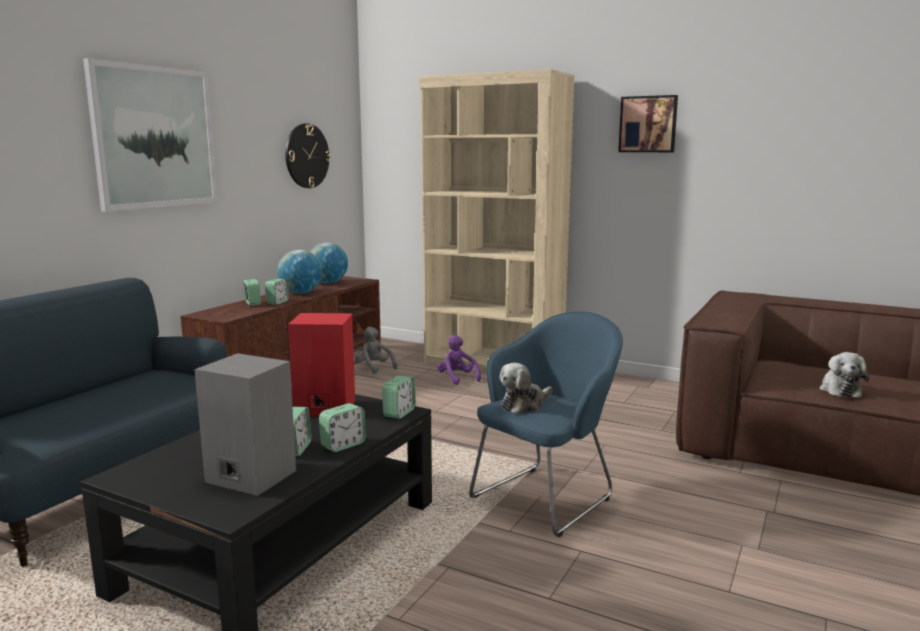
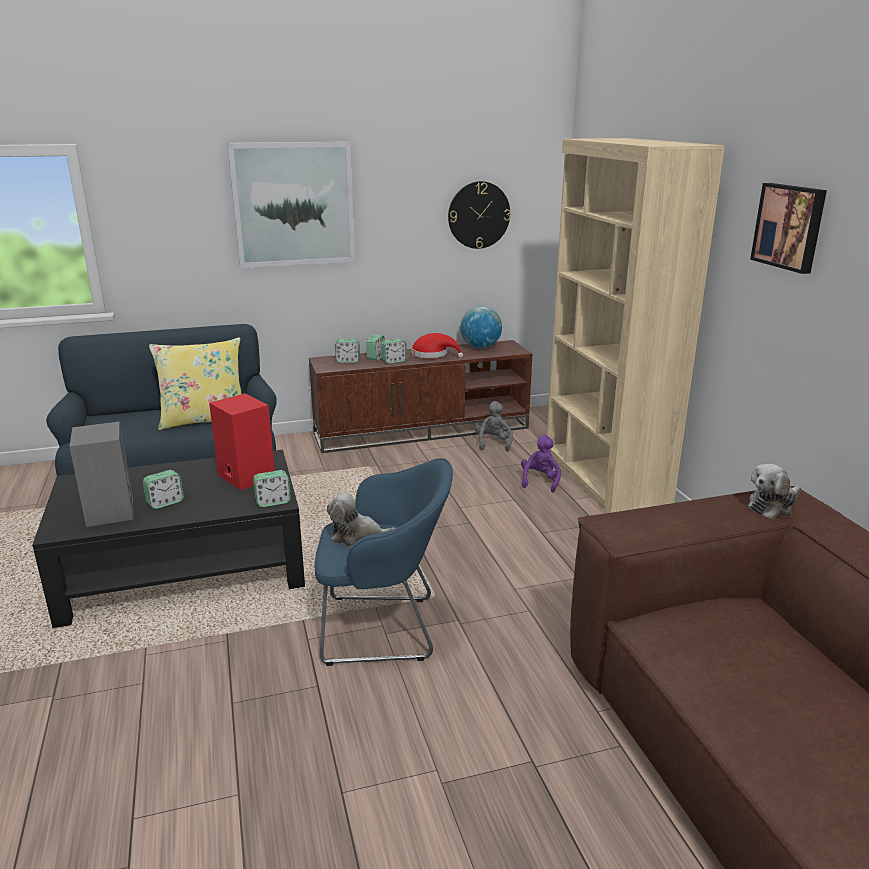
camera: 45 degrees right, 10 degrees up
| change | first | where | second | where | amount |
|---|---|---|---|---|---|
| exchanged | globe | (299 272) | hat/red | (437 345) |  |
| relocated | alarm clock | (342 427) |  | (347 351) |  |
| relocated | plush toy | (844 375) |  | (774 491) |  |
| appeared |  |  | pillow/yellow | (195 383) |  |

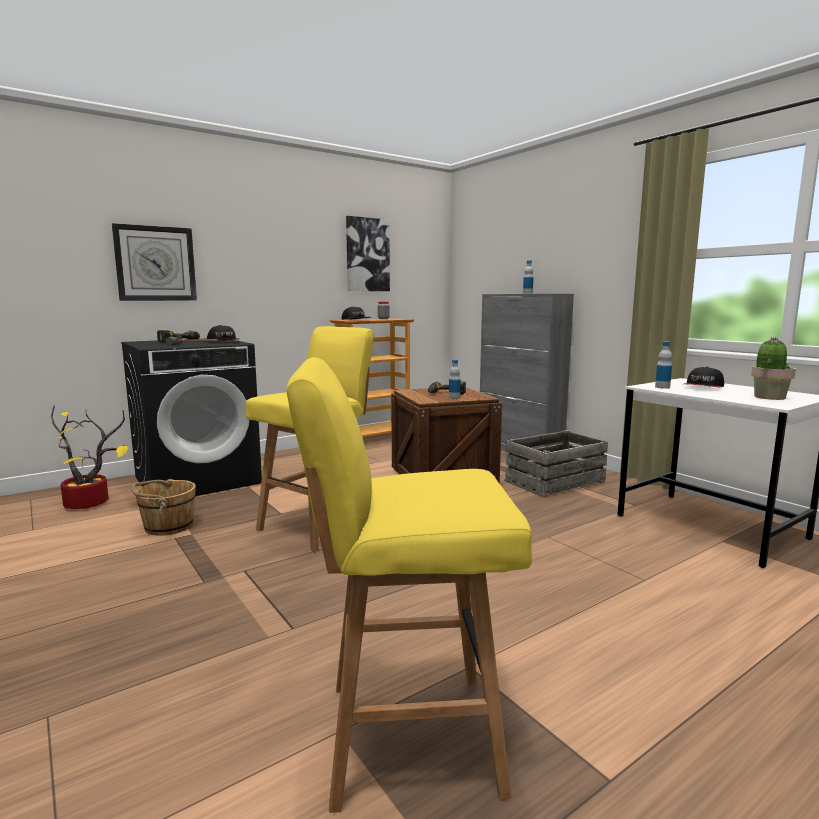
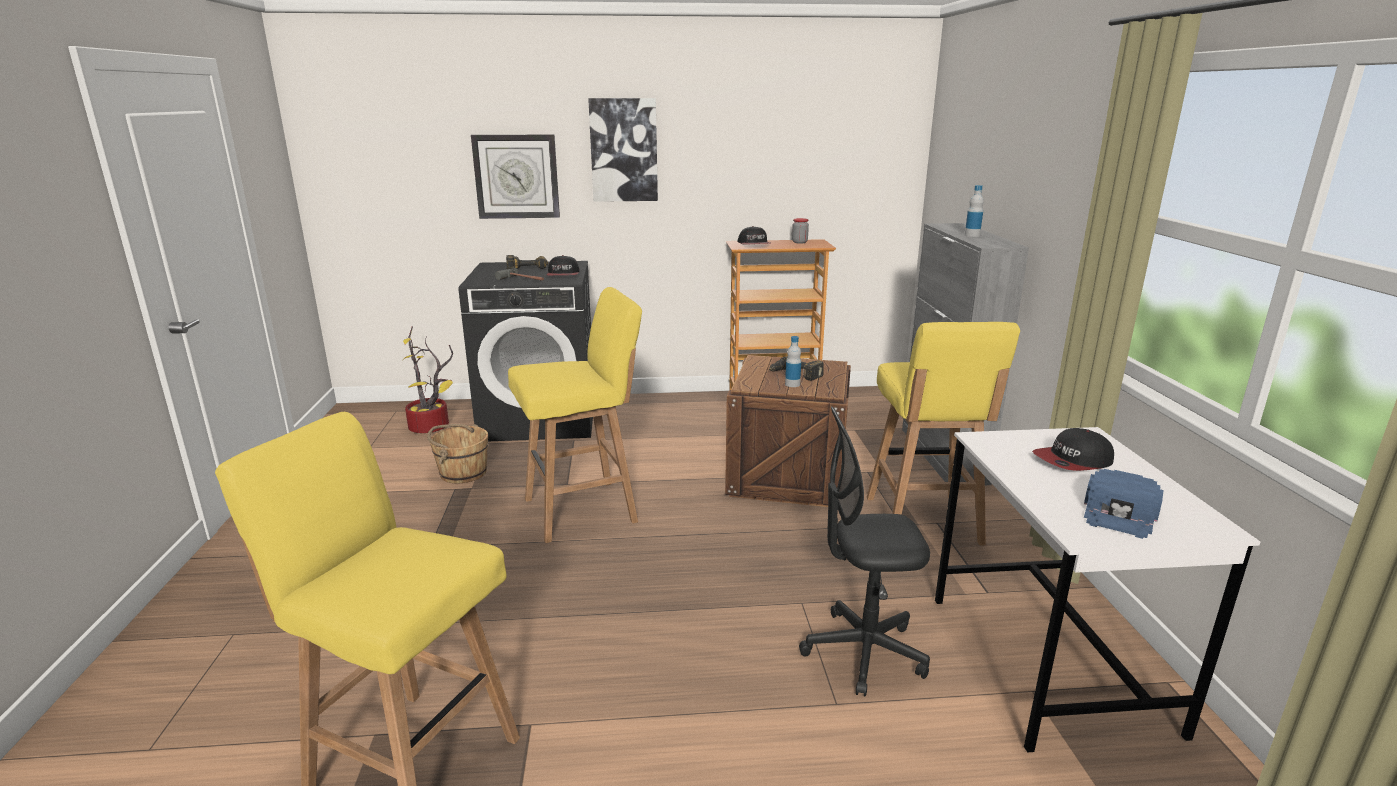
camera: 30 degrees right, 10 degrees up
| change | first | where | second | where | amount |
|---|---|---|---|---|---|
| relocated | picture | (368 253) |  | (623 150) |  |
| exchanged | crate | (556 464) | stool/yellow | (943 433) |  |
| missing | bottle | (663 365) |  |  |  |
| exchanged | potted plant | (773 368) | cap/blue | (1123 504) |  |
| appeared |  |  | office chair/black | (864 552) |  |

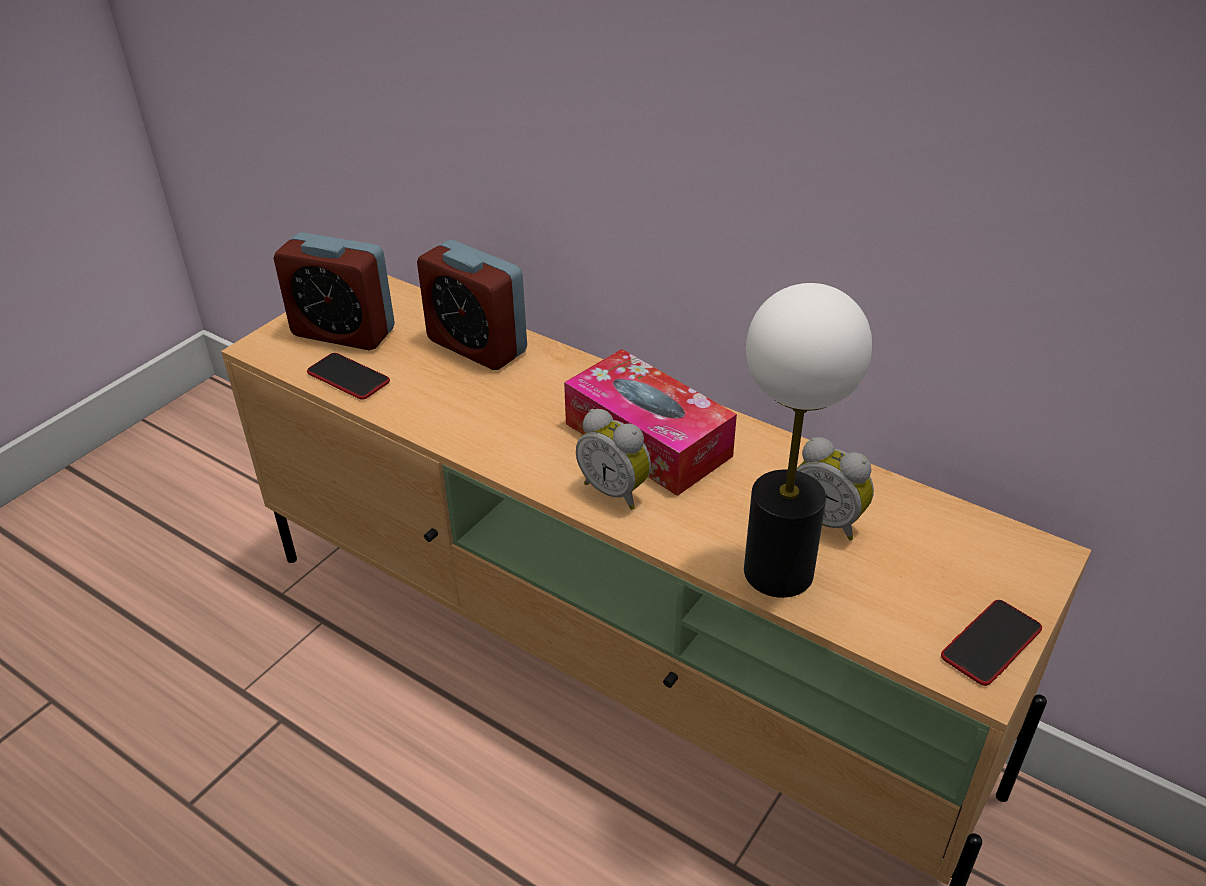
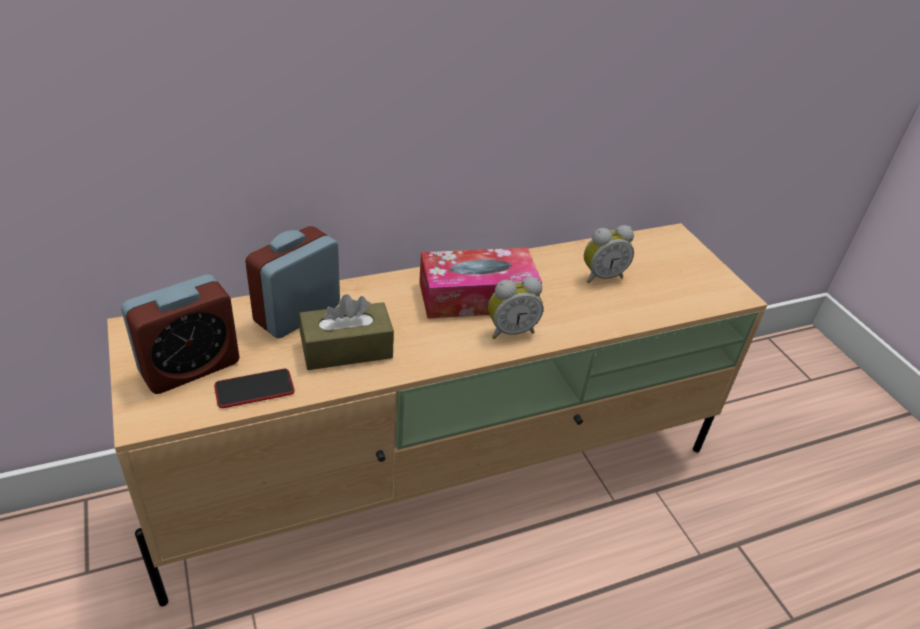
camera: 60 degrees left, 0 degrees up
| change | first | where | second | where | amount |
|---|---|---|---|---|---|
| spun | alarm clock | (472 305) |  | (292 282) | 150 degrees clockwise |
| missing | table lamp | (808 440) |  |  |  |
| missing | phone | (991 643) |  |  |  |
| appeared |  |  | tissue box/brown | (346 332) |  |

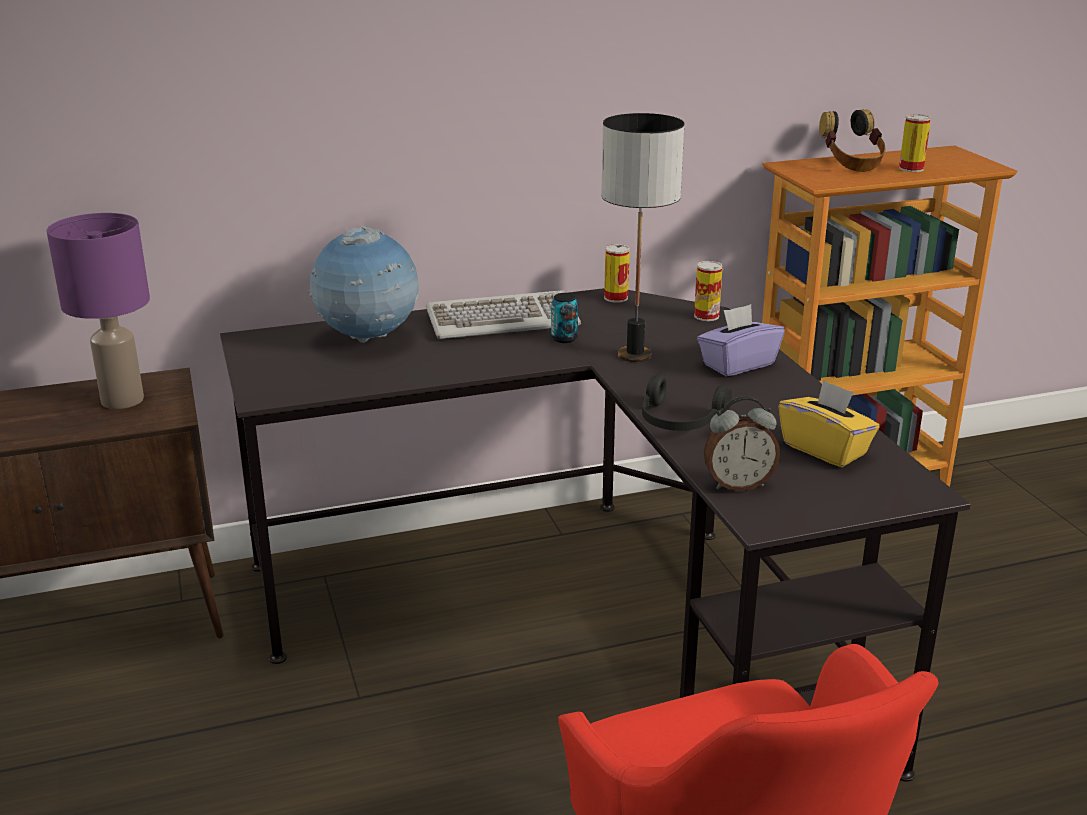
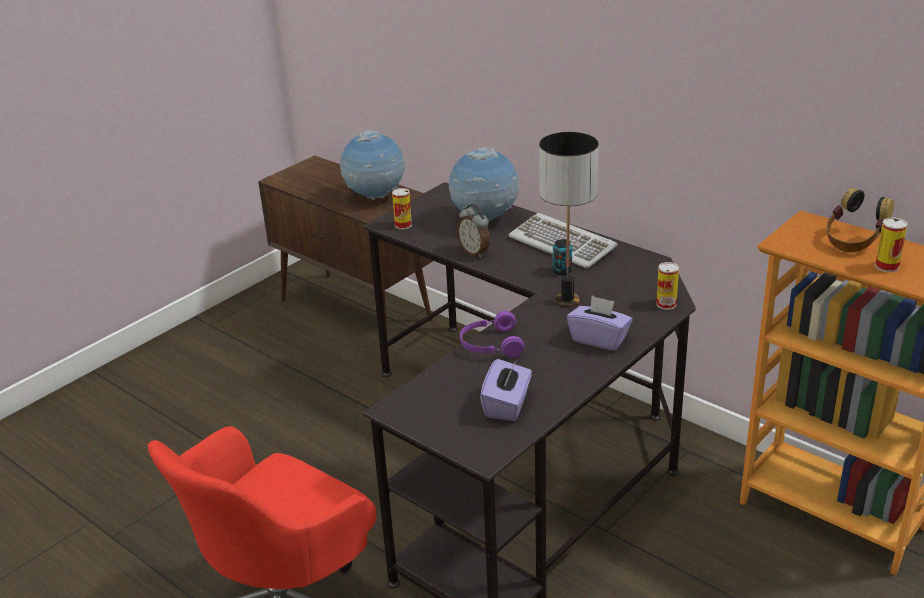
camera: 60 degrees right, 5 degrees up
| change | first | where | second | where | amount |
|---|---|---|---|---|---|
| exchanged | table lamp/purple | (98 311) | globe | (373 165) |  |
| relocated | can | (617 273) |  | (402 208) |  |
| colour | headphones/black | (687 402) | headphones/purple | (492 334) |  |
| relocated | alarm clock | (742 443) |  | (473 231) |  |
| colour | tissue box/yellow | (829 423) | tissue box/purple | (506 390) |  |

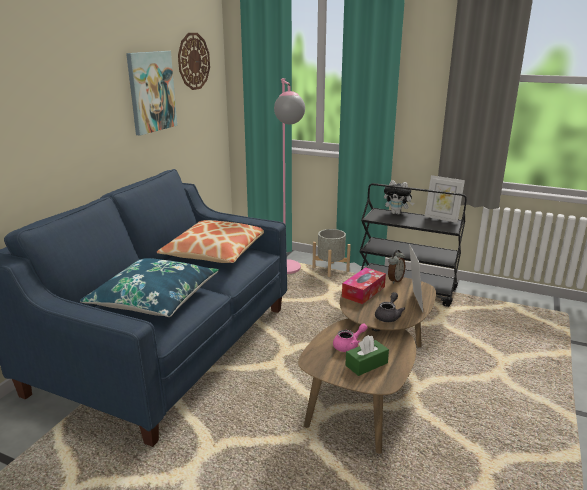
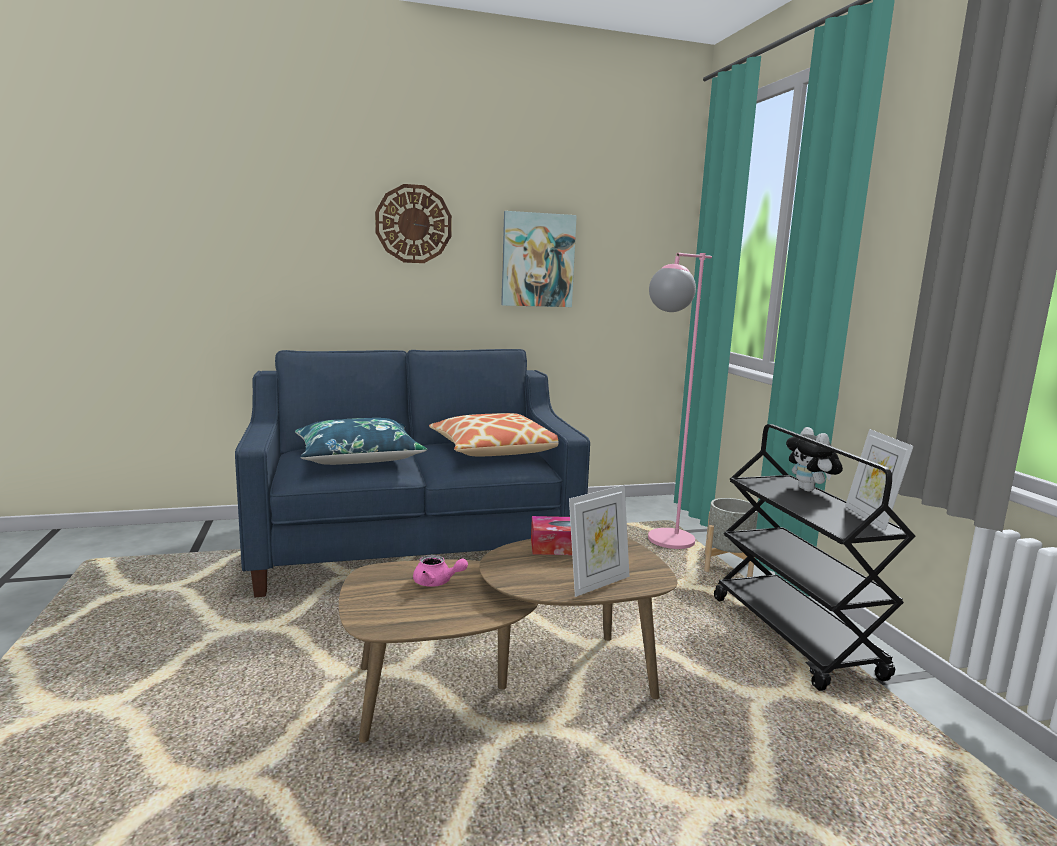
camera: 50 degrees right, 10 degrees down
| change | first | where | second | where | amount |
|---|---|---|---|---|---|
| relocated | wall clock | (194 61) |  | (413 223) |  |
| missing | tissue box/green | (367 355) |  |  |  |
| missing | teapot/grey | (390 307) |  |  |  |
| missing | alarm clock | (396 267) |  |  |  |

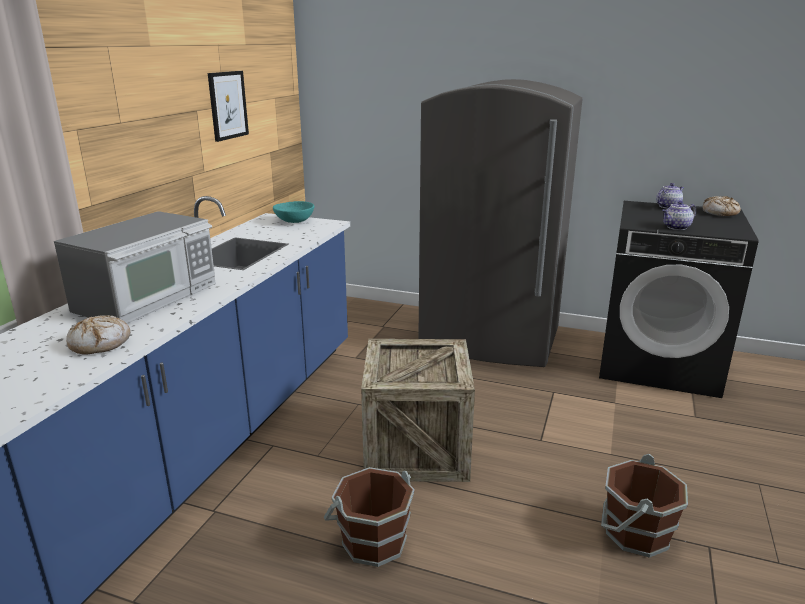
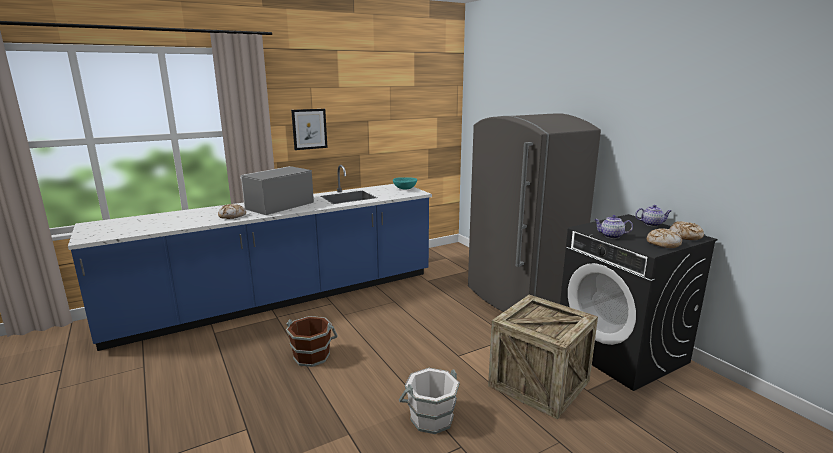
camera: 40 degrees right, 5 degrees down
| change | first | where | second | where | amount |
|---|---|---|---|---|---|
| spun | microwave | (135 267) |  | (277 190) | 150 degrees clockwise |
| relocated | picture | (228 106) |  | (309 129) |  |
| relocated | crate | (418 410) |  | (543 357) |  |
| colour | bucket/brown | (644 506) | bucket/white | (429 401) |  |
| appeared |  |  | bread | (664 238) |  |

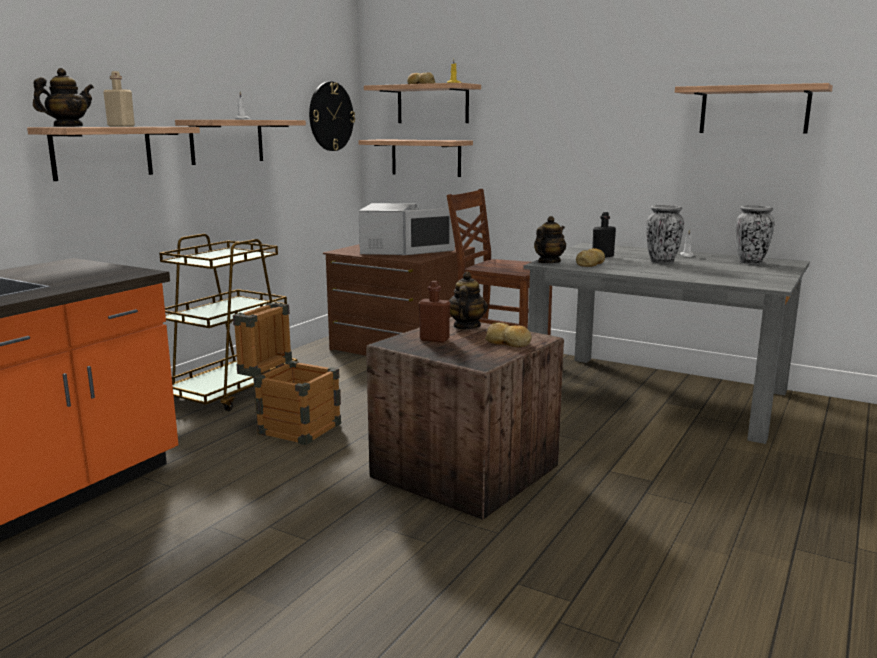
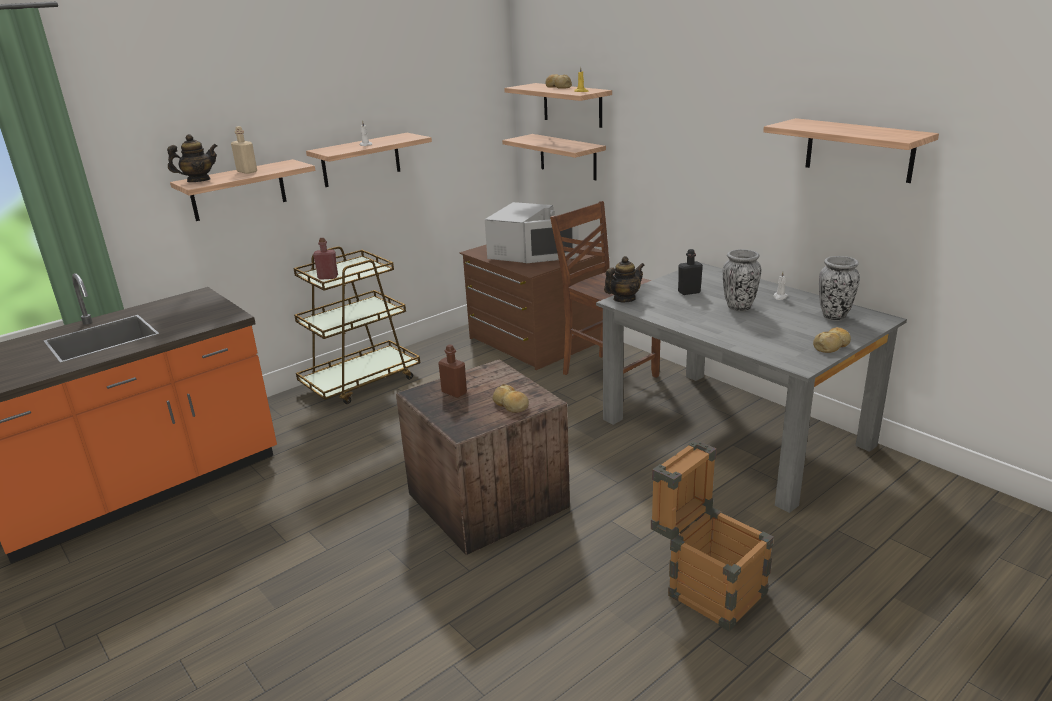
camera: 20 degrees right, 10 degrees up
| change | first | where | second | where | amount |
|---|---|---|---|---|---|
| relocated | crate | (287 373) |  | (712 535) |  |
| missing | wall clock | (332 116) |  |  |  |
| missing | teapot | (468 300) |  |  |  |
| relocated | bread | (590 257) |  | (832 340) |  |
| appeared |  |  | bottle/red | (325 259) |  |

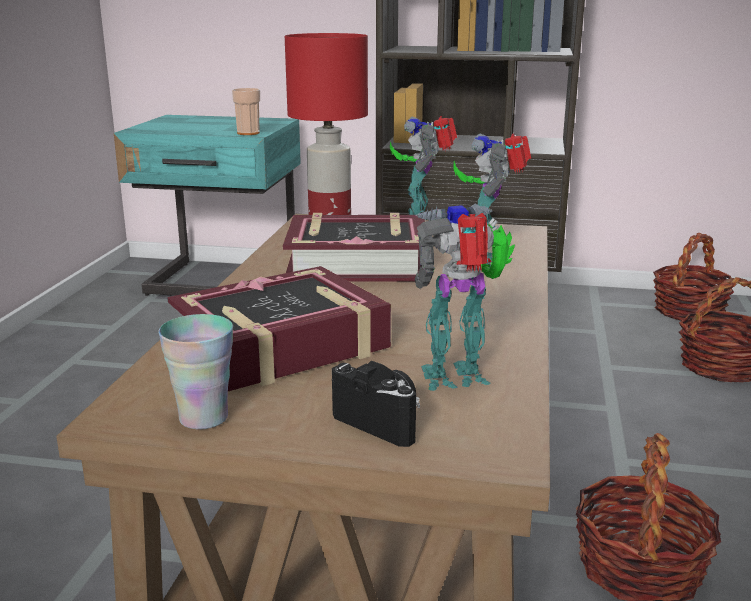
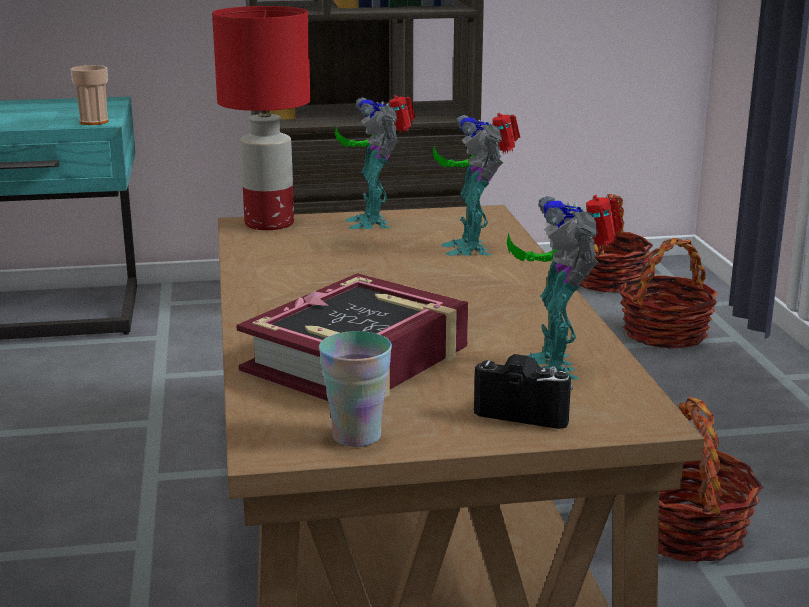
camera: 20 degrees left, 0 degrees up
| change | first | where | second | where | amount |
|---|---|---|---|---|---|
| missing | book | (354 247) |  |  |  |
| spun | toy robot | (465 297) |  | (565 287) | 60 degrees counterclockwise |

